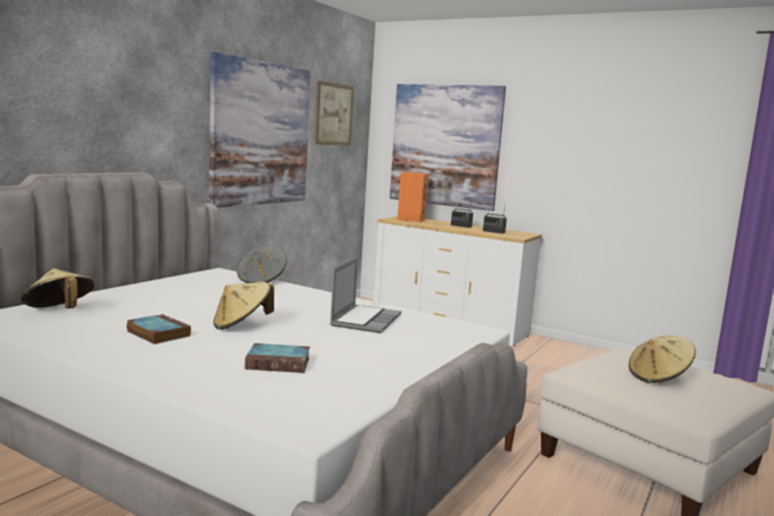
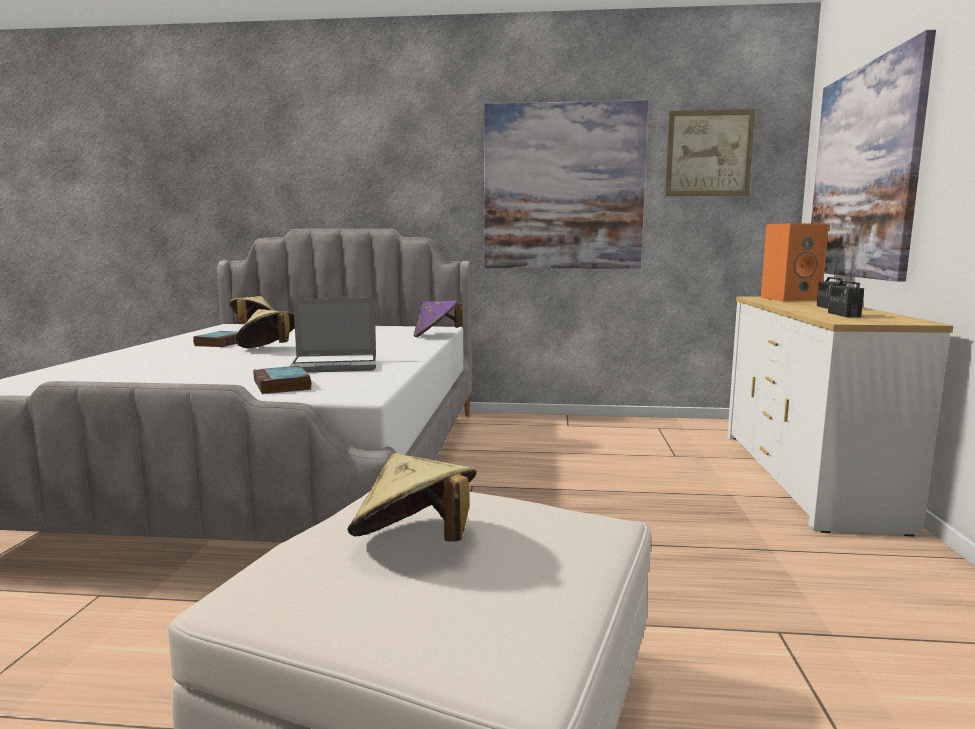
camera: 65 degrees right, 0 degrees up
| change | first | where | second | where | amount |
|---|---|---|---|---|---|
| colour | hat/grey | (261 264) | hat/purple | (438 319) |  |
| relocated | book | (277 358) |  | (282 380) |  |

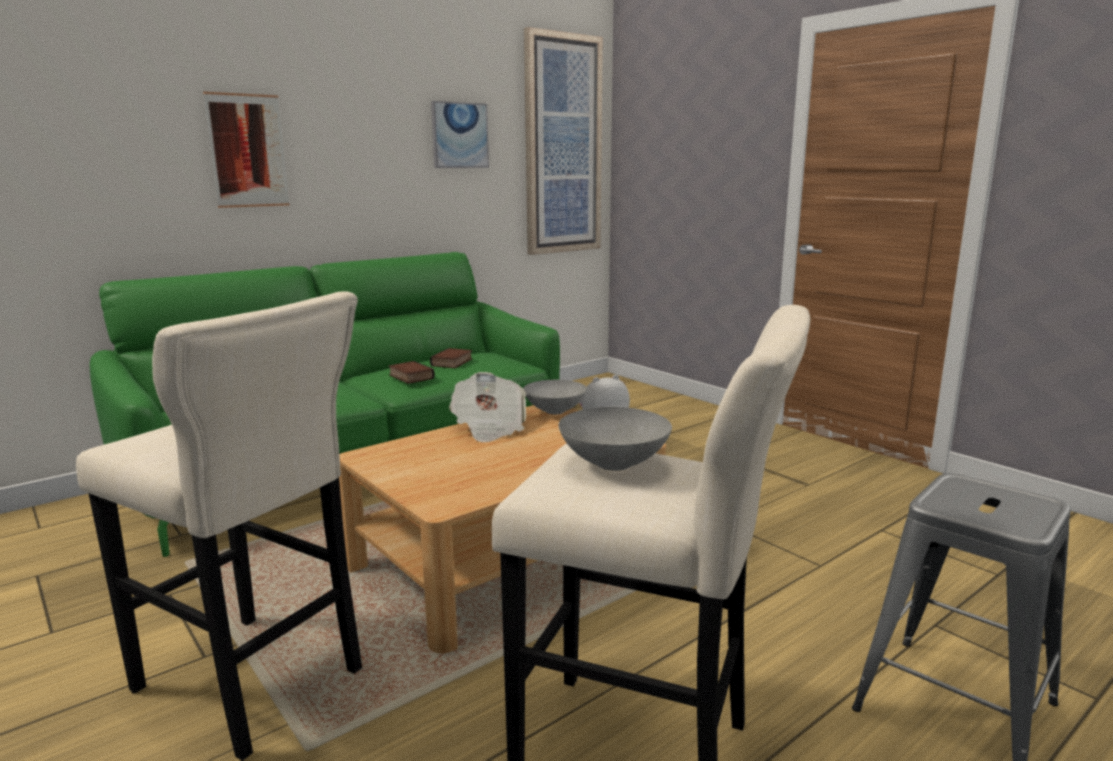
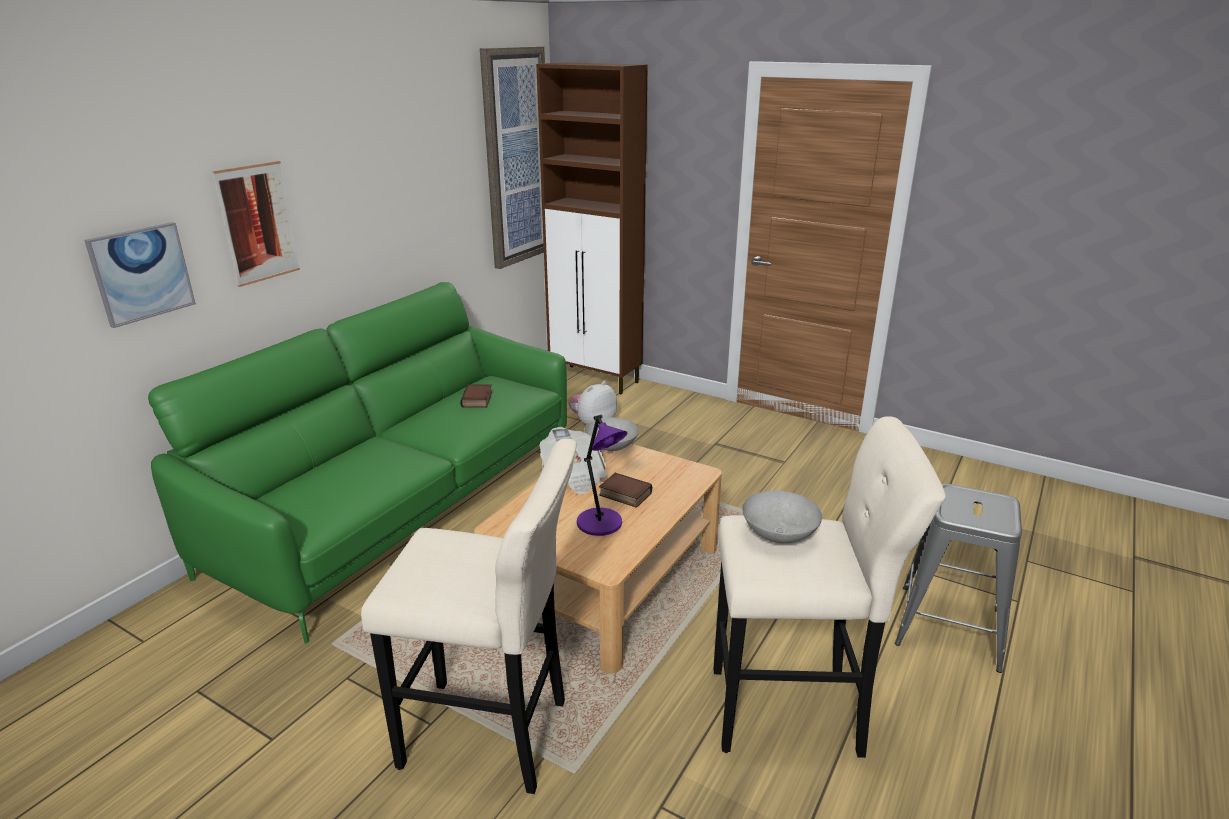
camera: 20 degrees left, 10 degrees up
| change | first | where | second | where | amount |
|---|---|---|---|---|---|
| relocated | book | (412 372) |  | (625 490) |  |
| relocated | picture | (460 134) |  | (140 275) |  |
| appeared |  |  | cabinet/brown | (592 228) |  |
| appeared |  |  | table lamp/purple | (602 475) |  |

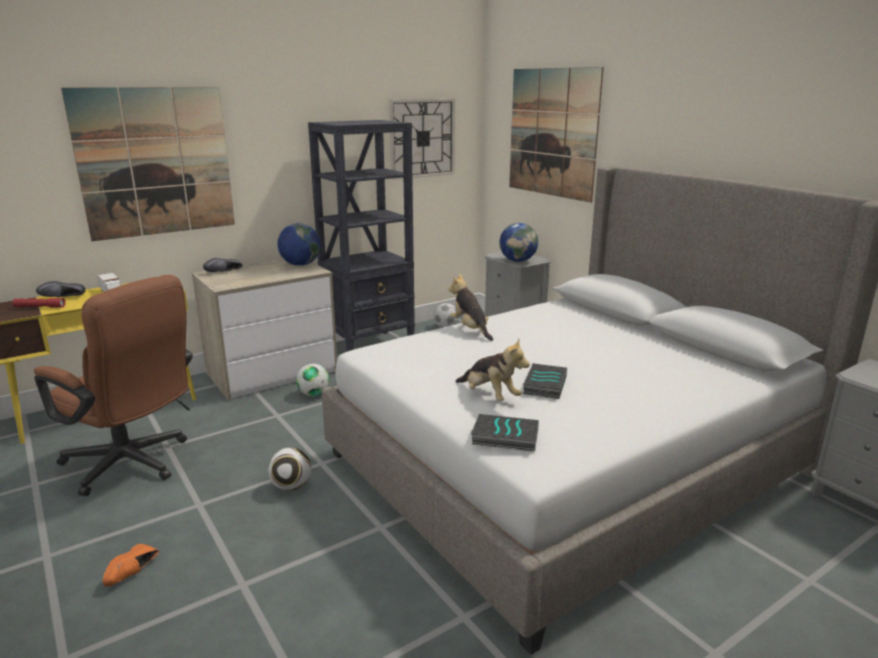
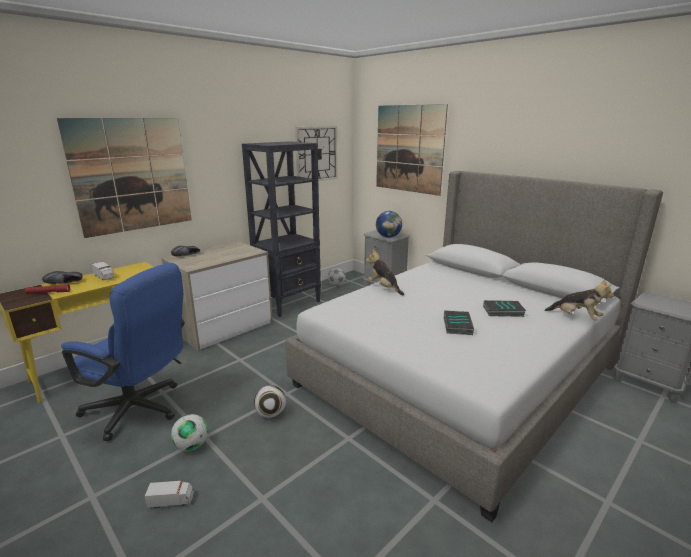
camera: 10 degrees left, 0 degrees up
| change | first | where | second | where | amount |
|---|---|---|---|---|---|
| colour | office chair/brown | (113 385) | office chair/blue | (123 352) |  |
| exchanged | shoe/orange | (131 565) | toy truck | (169 494) |  |
| missing | globe | (299 244) |  |  |  |
| relocated | football | (312 380) |  | (189 432) |  |
| relocated | plush toy | (492 370) |  | (579 299) |  |
| relocated | book | (505 433) |  | (504 308) |  |

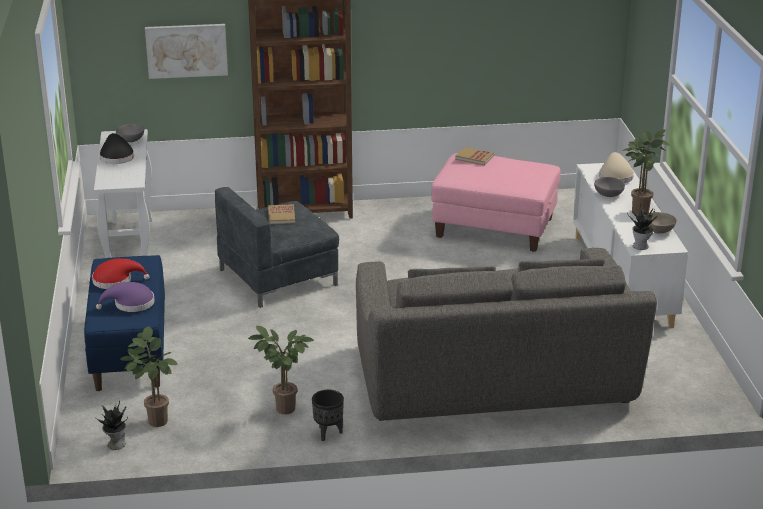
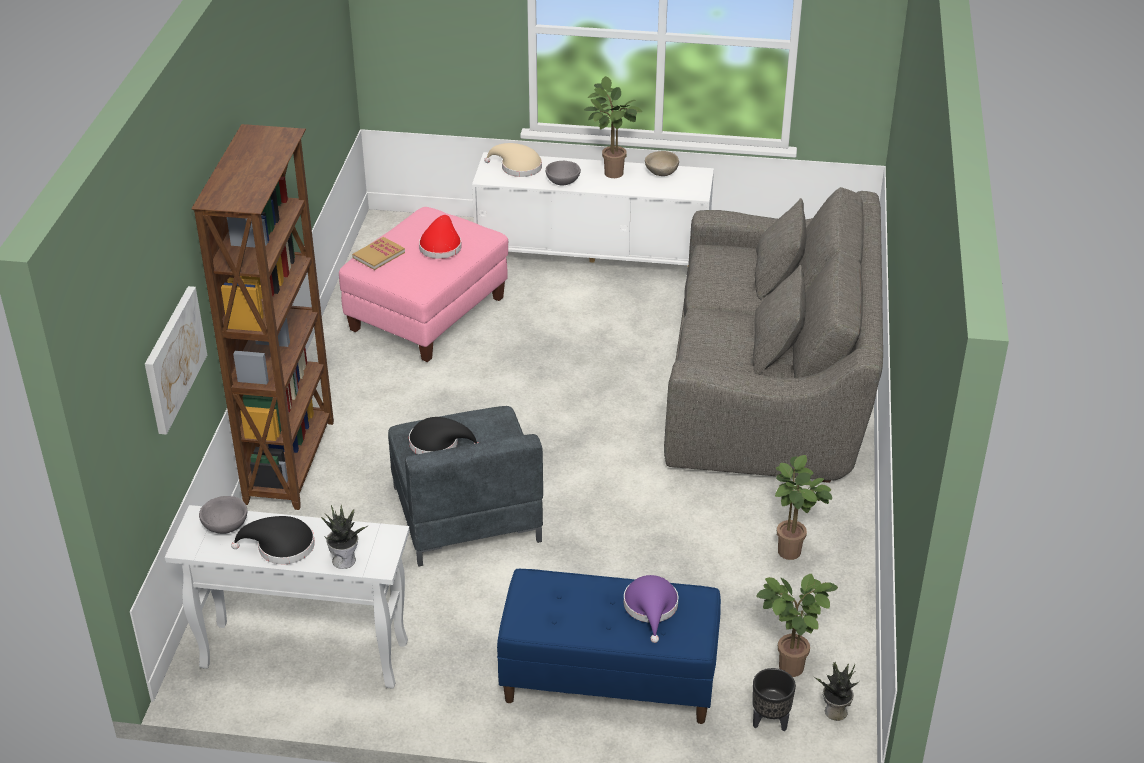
camera: 75 degrees left, 10 degrees up
| change | first | where | second | where | amount |
|---|---|---|---|---|---|
| relocated | hat/red | (121 274) |  | (440 237) |  |
| exchanged | book | (281 214) | hat/black | (444 435) |  |
| relocated | planter/black | (328 415) |  | (774 699) |  |
| relocated | potted plant | (642 227) |  | (344 536) |  |

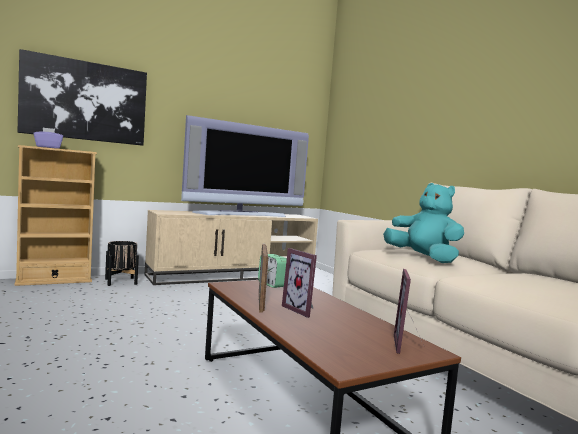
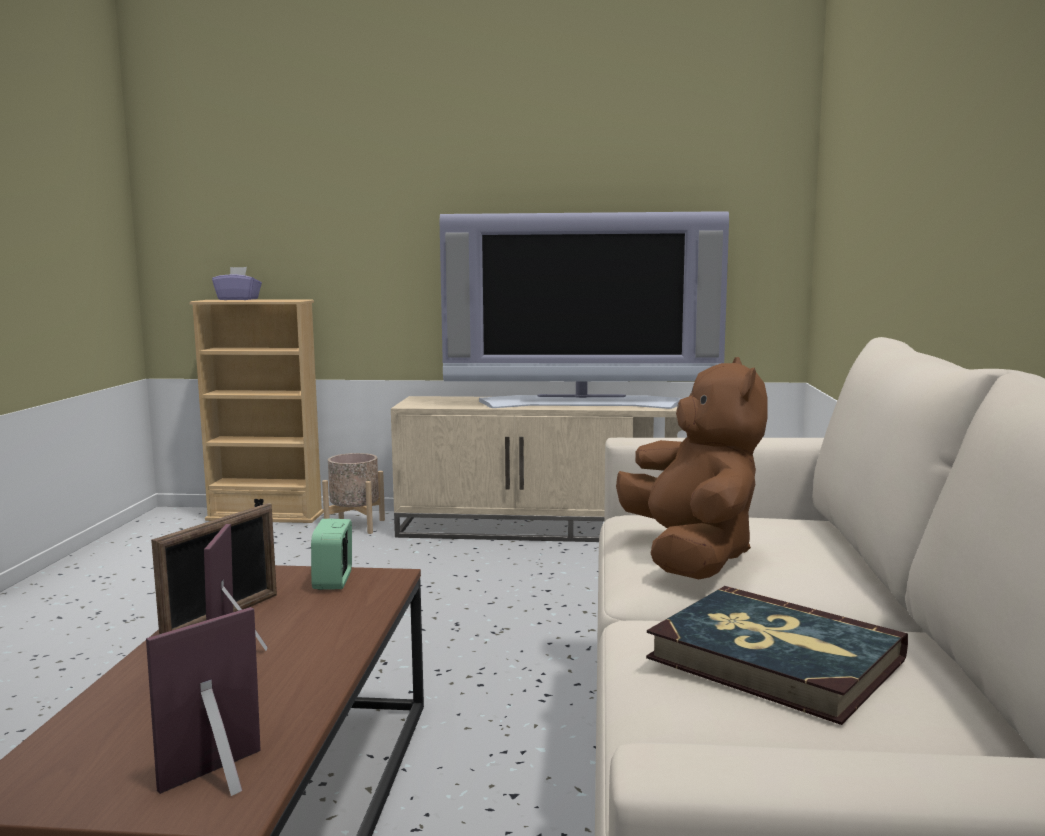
camera: 35 degrees right, 5 degrees up
| change | first | where | second | where | amount |
|---|---|---|---|---|---|
| missing | picture | (82 97) |  |  |  |
| colour | planter/black | (122 263) | planter/beige | (353 493) |  |
| colour | plush toy/turquoise | (423 223) | plush toy/brown | (692 468) |  |
| appeared |  |  | book | (777 655) |  |

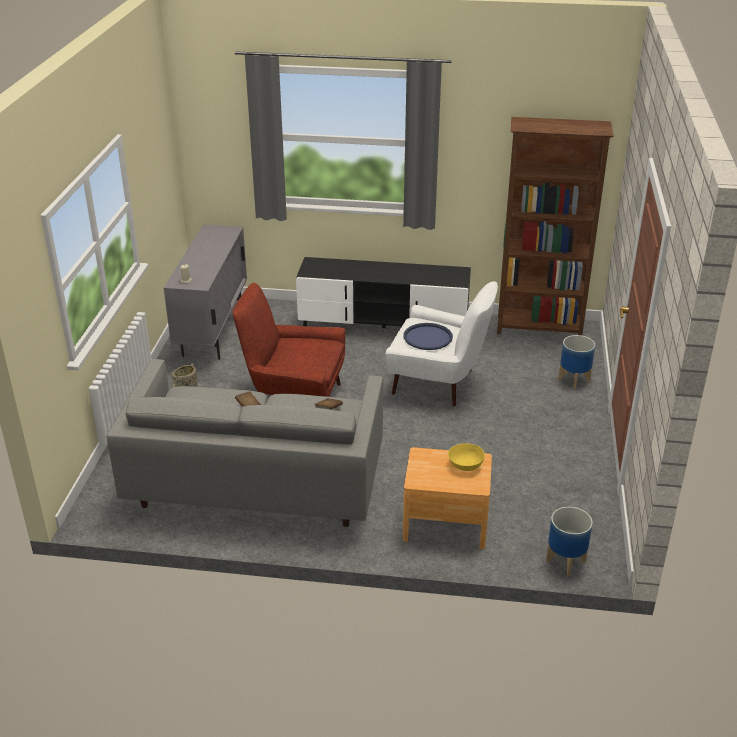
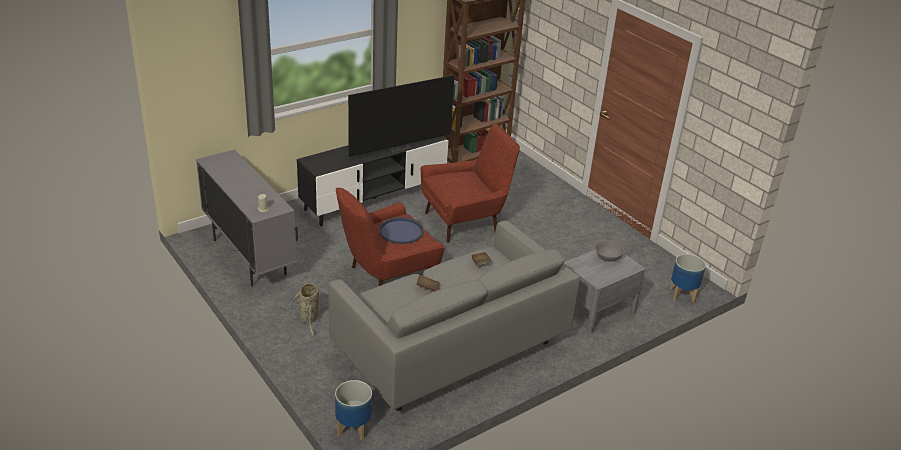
camera: 45 degrees left, 0 degrees up
| change | first | where | second | where | amount |
|---|---|---|---|---|---|
| colour | armchair/white | (442 343) | armchair/red | (470 183) |  |
| relocated | tray/blue | (428 336) |  | (401 230) |  |
| colour | nightstand/brown | (447 498) | nightstand/grey | (604 291) |  |
| colour | bowl/yellow | (466 457) | bowl/grey | (609 251) |  |
| relocated | planter | (576 362) |  | (353 410) |  |
| appeared |  |  | television | (401 116) |  |

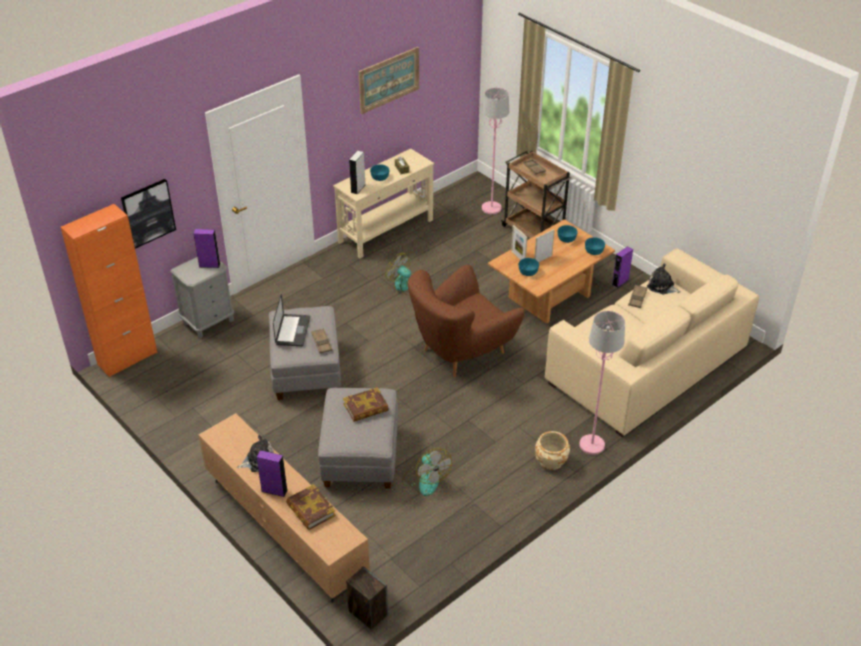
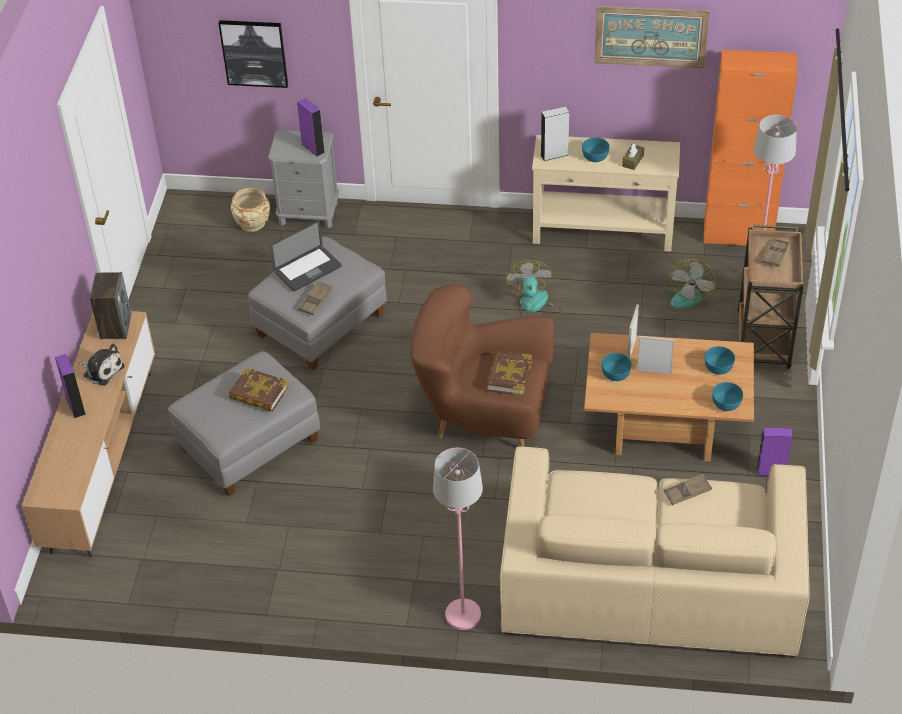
camera: 50 degrees right, 5 degrees up
| change | first | where | second | where | amount |
|---|---|---|---|---|---|
| relocated | cabinet/orange | (109 290) |  | (751 148) |  |
| relocated | book | (311 507) |  | (509 373) |  |
| relocated | speaker | (367 598) |  | (110 305) |  |
| relocated | fan | (427 472) |  | (690 284) |  |
| relocated | planter/beige | (552 450) |  | (250 210) |  |
| missing | plush toy | (664 279) |  |  |  |

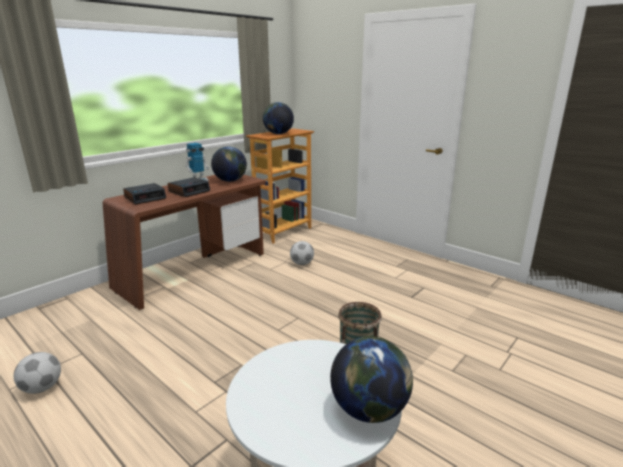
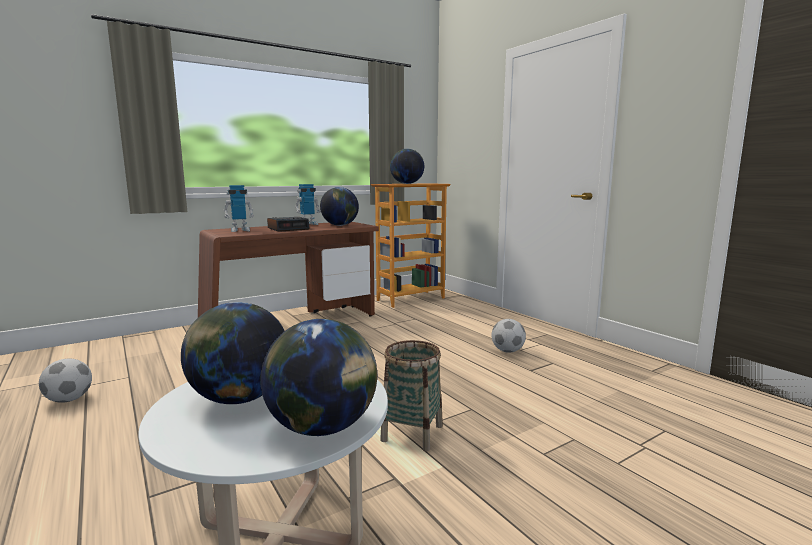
camera: 15 degrees right, 10 degrees down
| change | first | where | second | where | amount |
|---|---|---|---|---|---|
| exchanged | alarm clock | (144 193) | toy robot | (238 208) |  |
| relocated | football | (302 253) |  | (509 336) |  |
| appeared |  |  | globe | (233 353) |  |

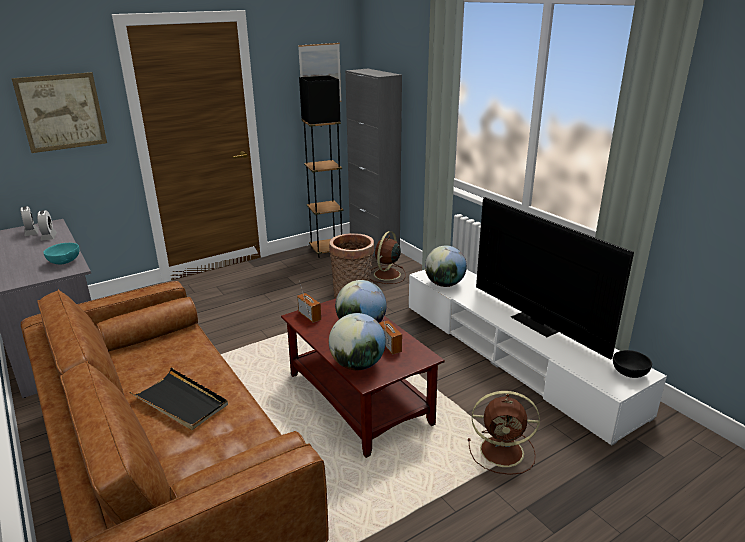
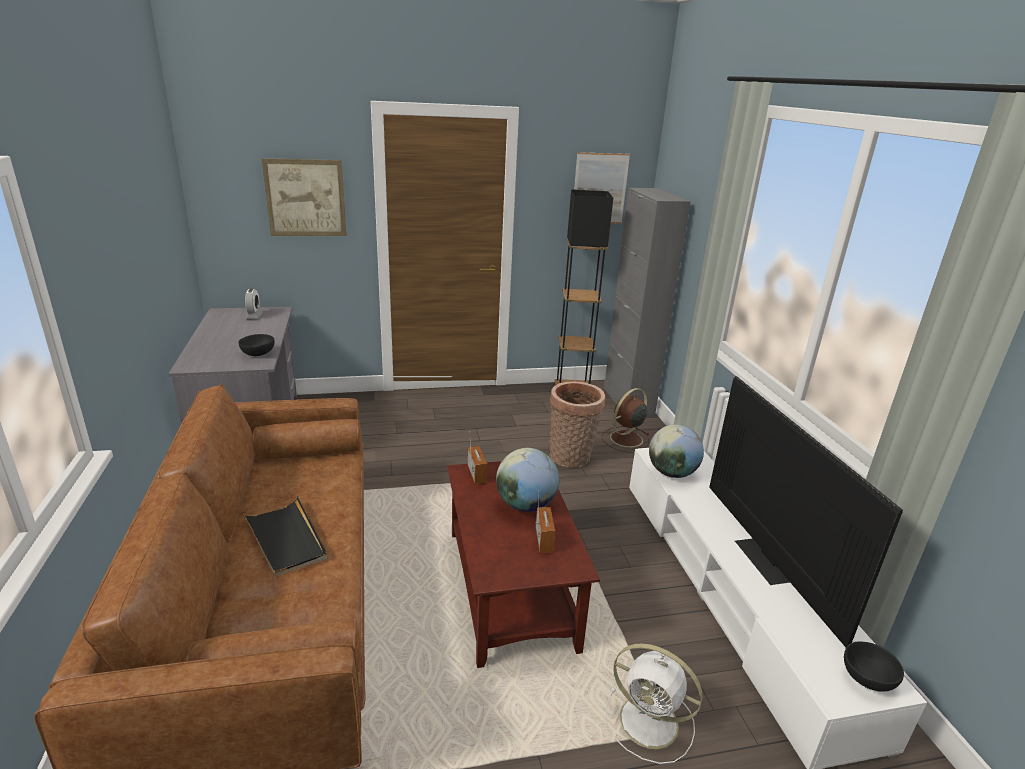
camera: 20 degrees right, 0 degrees up
| change | first | where | second | where | amount |
|---|---|---|---|---|---|
| missing | alarm clock | (47 225) |  |  |  |
| colour | bowl/turquoise | (61 253) | bowl/black | (256 345) |  |
| missing | globe | (357 341) |  |  |  |
| colour | fan/brown | (504 433) | fan/white | (654 703) |  |

